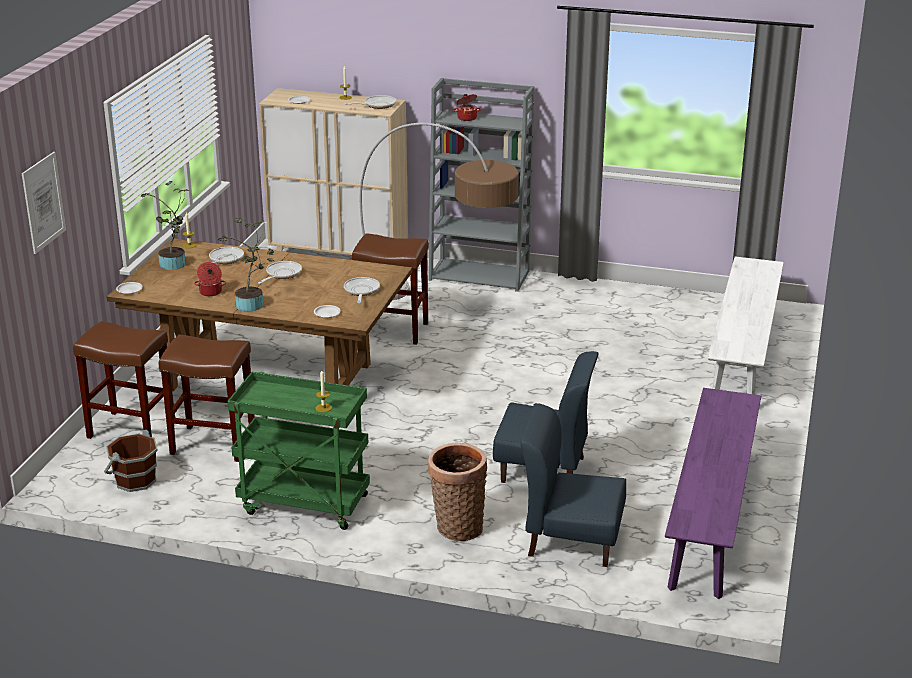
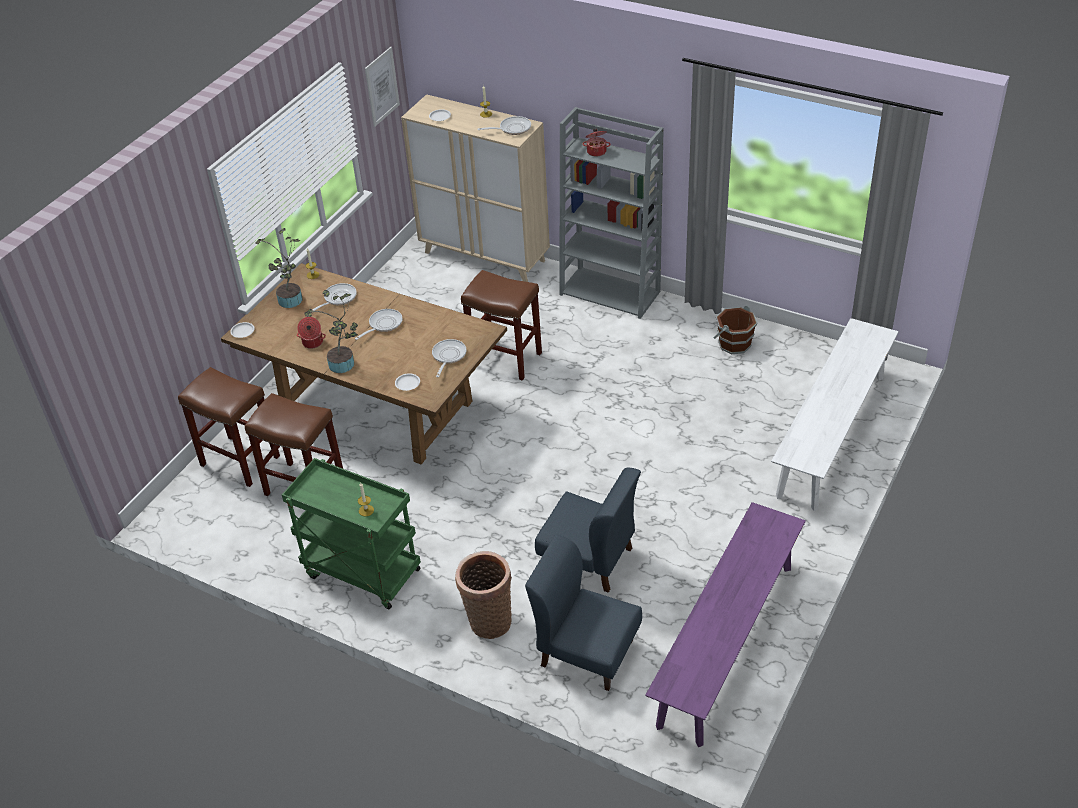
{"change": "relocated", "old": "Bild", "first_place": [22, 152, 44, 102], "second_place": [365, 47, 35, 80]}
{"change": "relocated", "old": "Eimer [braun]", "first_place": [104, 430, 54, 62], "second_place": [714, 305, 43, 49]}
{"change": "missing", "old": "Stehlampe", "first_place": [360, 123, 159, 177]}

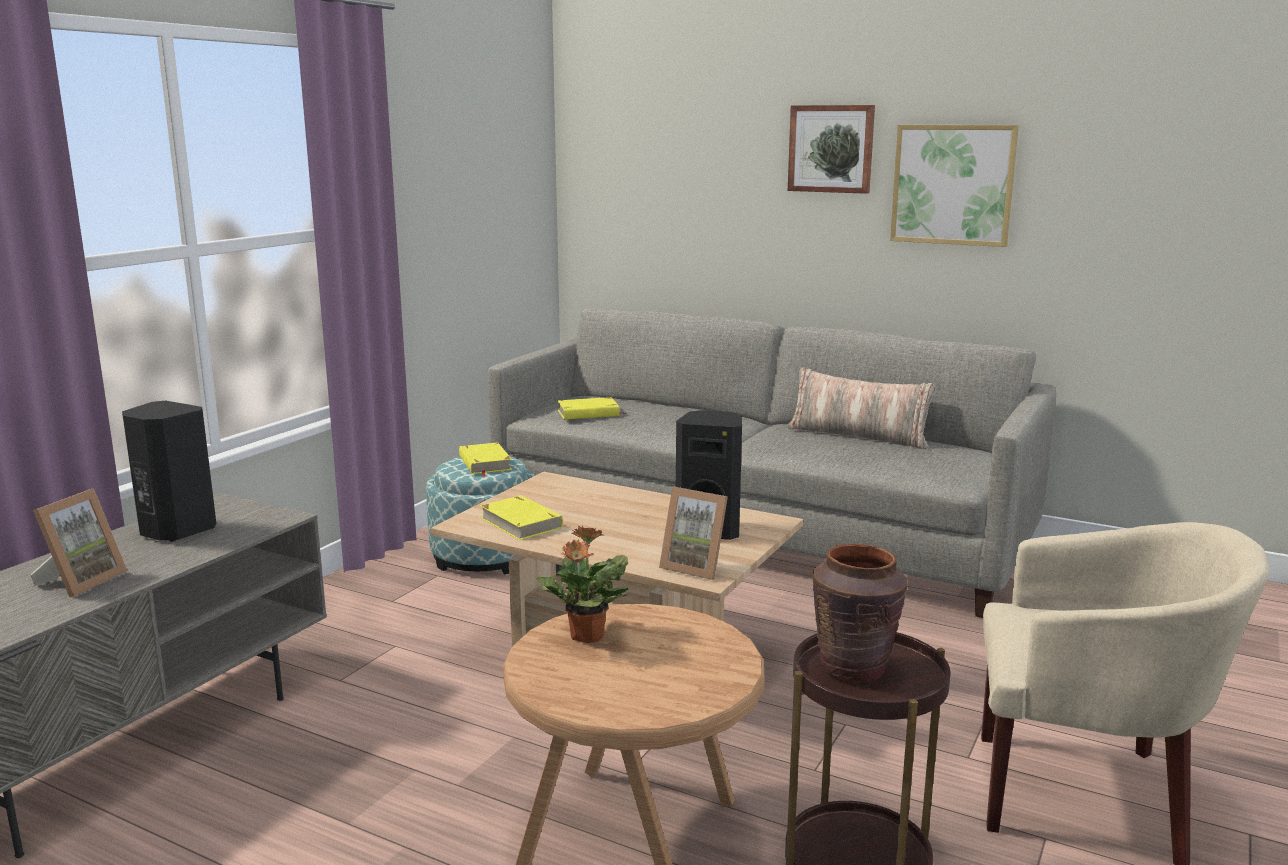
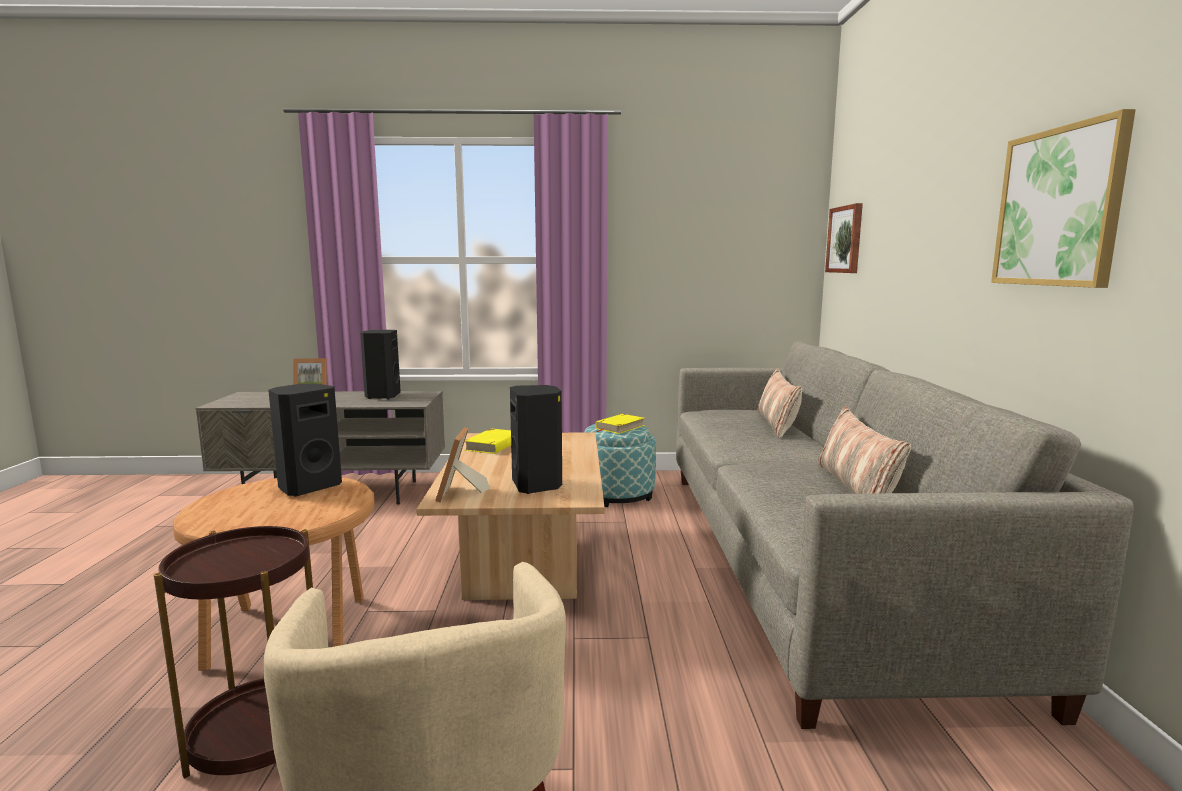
{"change": "exchanged", "old": "Topfpflanze", "new": "Lautsprecher [schwarz]", "first_place": [536, 526, 93, 117], "second_place": [268, 383, 74, 113]}
{"change": "missing", "old": "Buch [gelb]", "first_place": [558, 397, 69, 23]}
{"change": "relocated", "old": "Bild", "first_place": [788, 105, 87, 89], "second_place": [825, 203, 38, 70]}
{"change": "missing", "old": "Vase [braun]", "first_place": [813, 544, 95, 139]}
{"change": "appeared", "new": "Kissen", "second_place": [758, 369, 44, 70]}

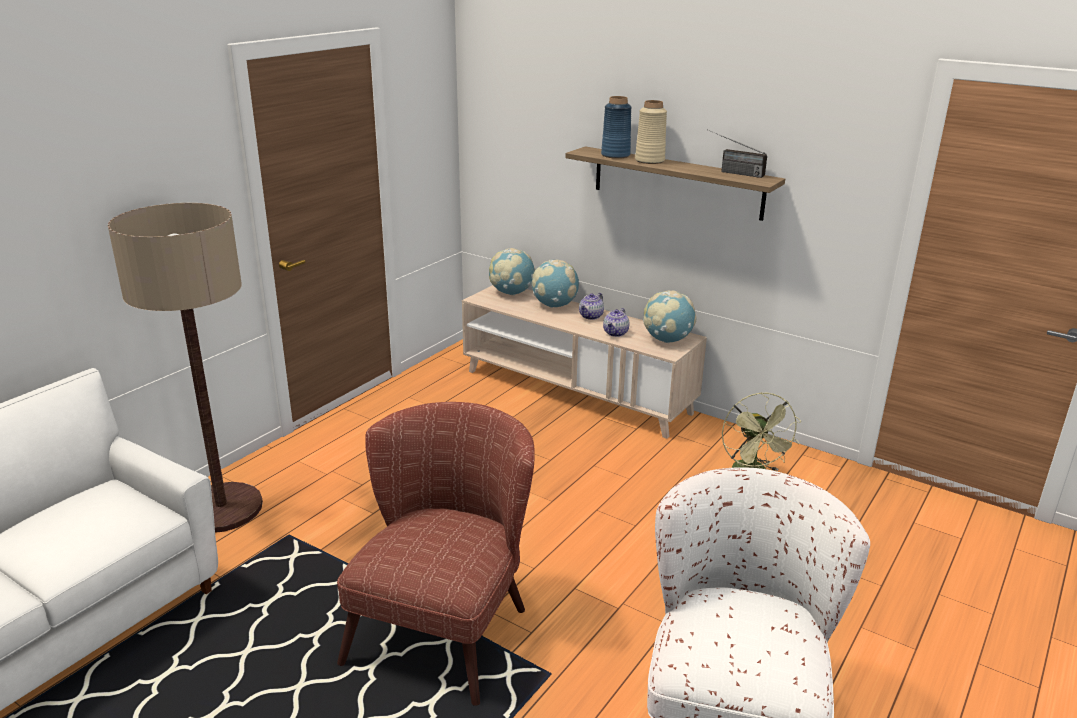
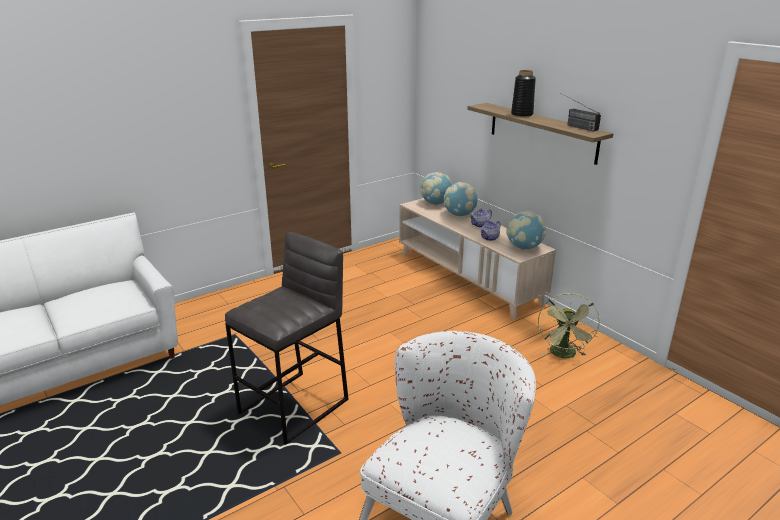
{"change": "missing", "old": "Stehlampe", "first_place": [108, 203, 155, 330]}
{"change": "exchanged", "old": "Sessel [braun]", "new": "Hocker [grau]", "first_place": [337, 402, 197, 304], "second_place": [225, 232, 124, 213]}
{"change": "missing", "old": "Vase [blau]", "first_place": [601, 96, 30, 63]}
{"change": "colour", "old": "Vase [beige]", "new": "Vase [schwarz]", "first_place": [635, 100, 32, 64], "second_place": [511, 70, 25, 47]}

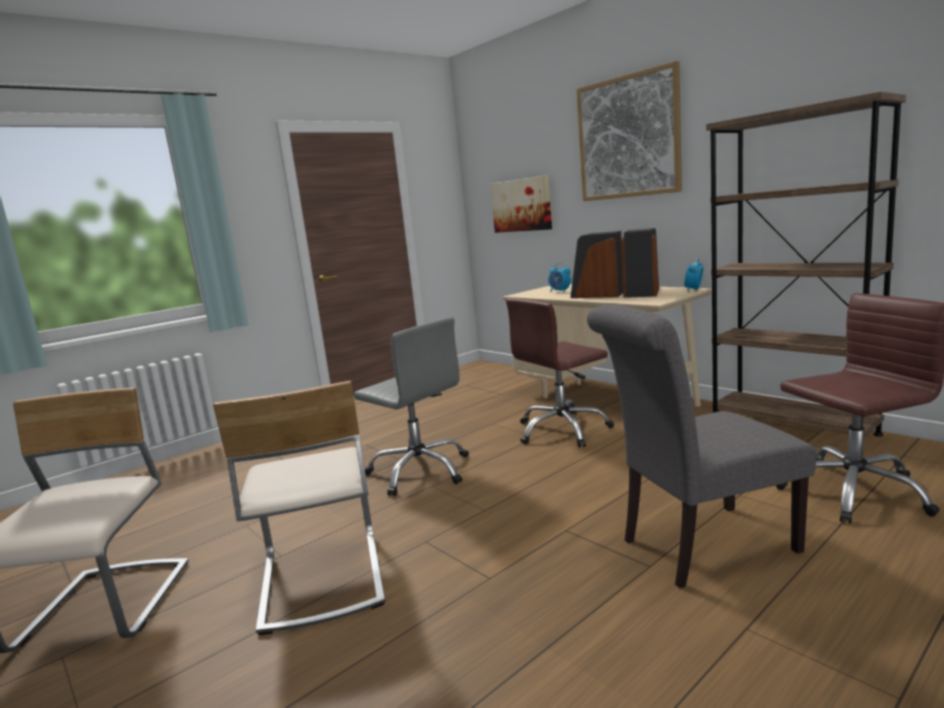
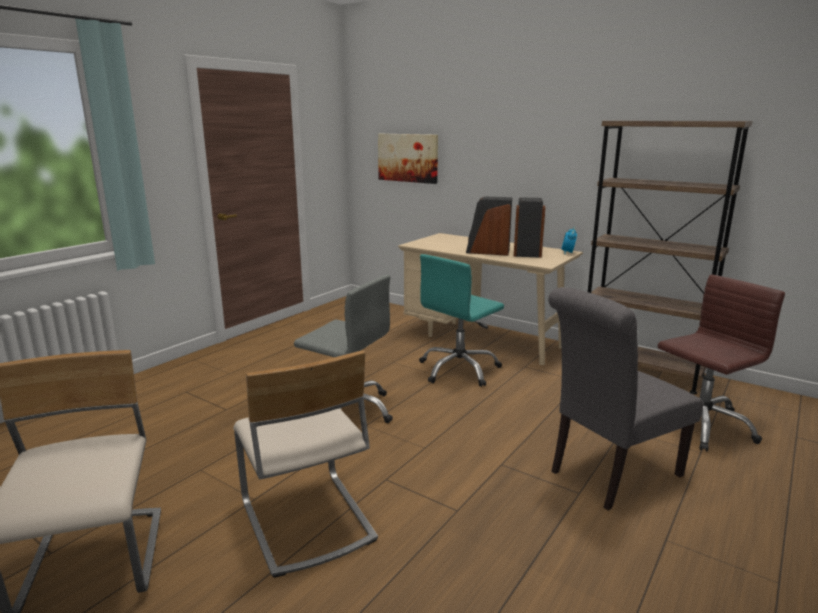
{"change": "colour", "old": "Bürostuhl [braun]", "new": "Bürostuhl [türkis]", "first_place": [506, 298, 108, 150], "second_place": [419, 254, 85, 133]}
{"change": "missing", "old": "Wecker", "first_place": [548, 263, 23, 29]}
{"change": "missing", "old": "Bild", "first_place": [577, 61, 105, 140]}

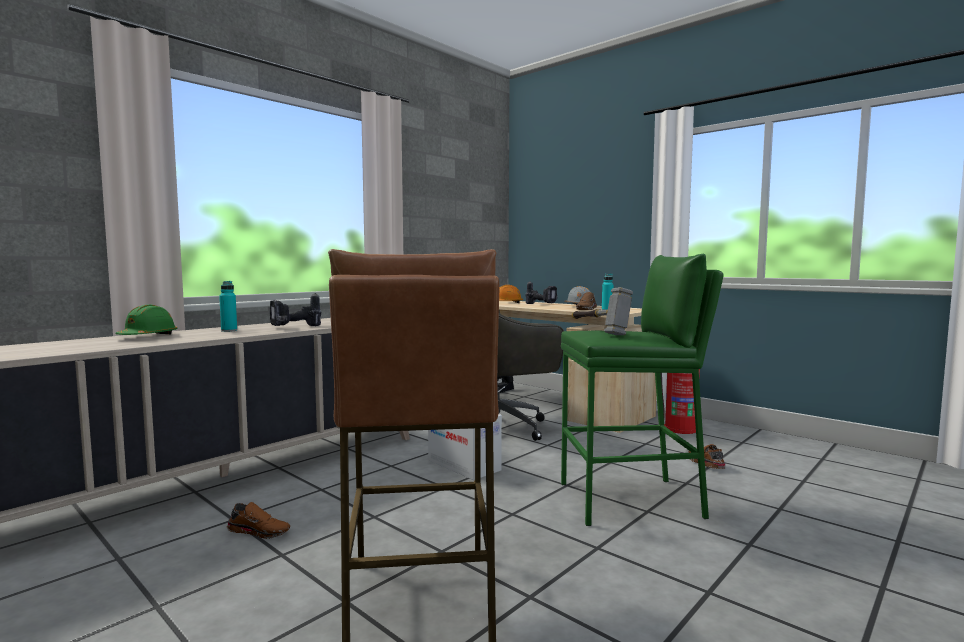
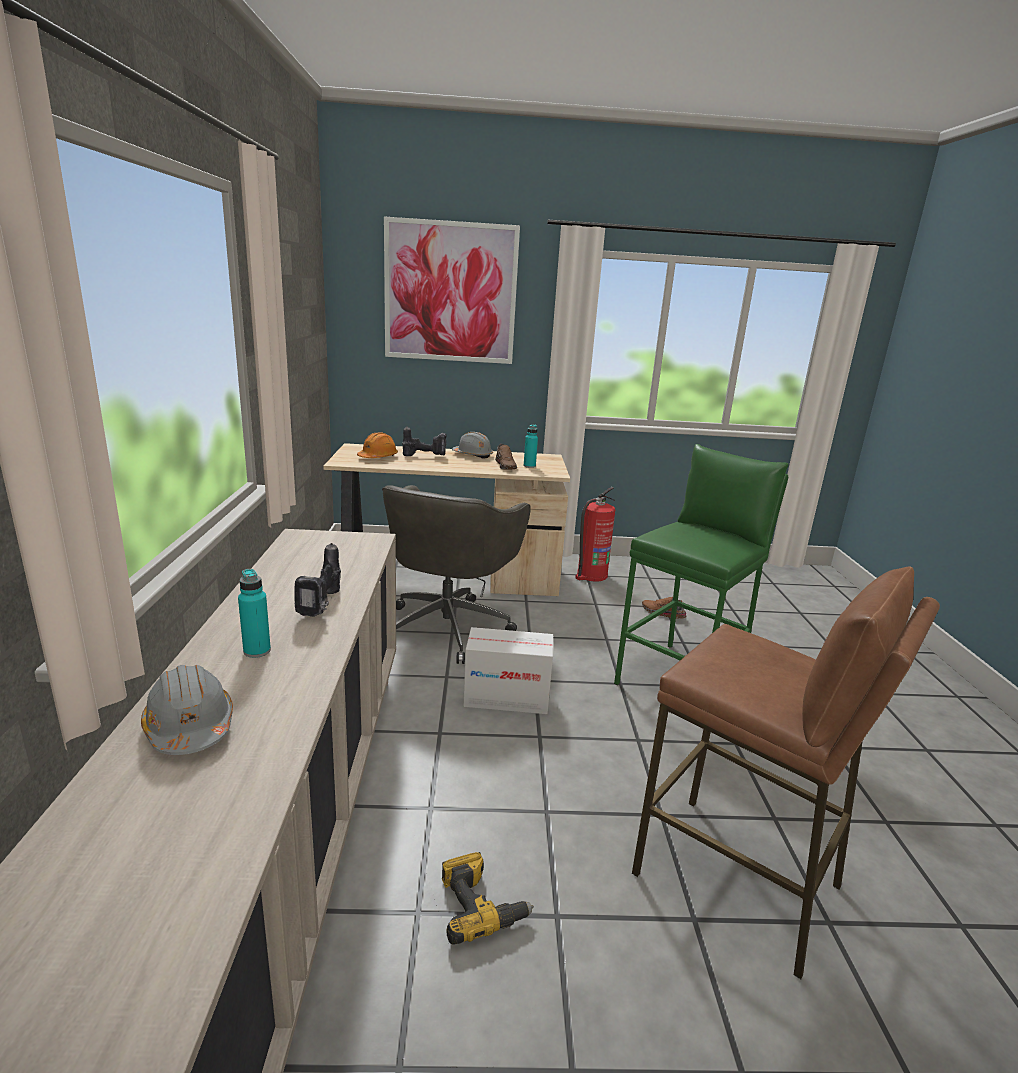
{"change": "colour", "old": "Schutzhelm [grün]", "new": "Schutzhelm [grau]", "first_place": [116, 304, 62, 31], "second_place": [141, 665, 92, 90]}
{"change": "exchanged", "old": "Schuh [braun]", "new": "Bohrmaschine", "first_place": [227, 502, 63, 37], "second_place": [442, 852, 92, 93]}
{"change": "missing", "old": "Hammer", "first_place": [572, 287, 61, 48]}
{"change": "appeared", "new": "Bild", "second_place": [384, 216, 136, 148]}

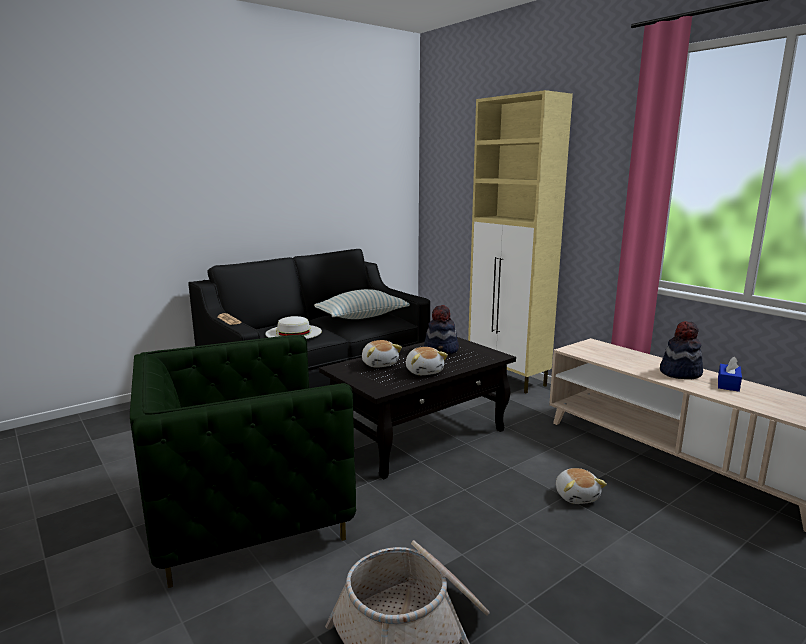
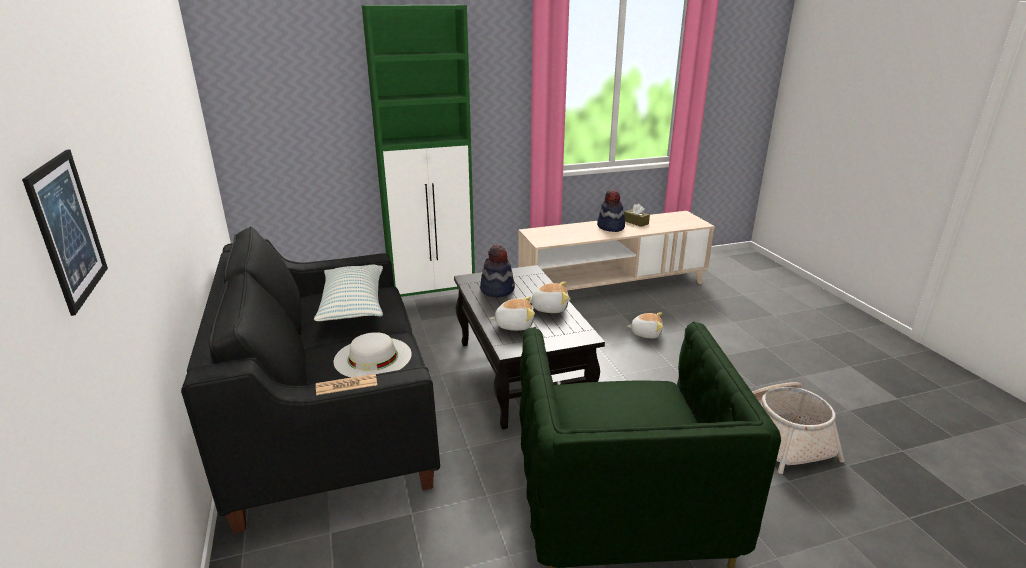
{"change": "colour", "old": "Schrank [beige]", "new": "Schrank [grün]", "first_place": [468, 90, 105, 303], "second_place": [362, 5, 113, 292]}
{"change": "colour", "old": "Taschentuchbox [blau]", "new": "Taschentuchbox [braun]", "first_place": [718, 357, 24, 35], "second_place": [624, 204, 26, 23]}
{"change": "appeared", "new": "Bild", "second_place": [22, 150, 86, 166]}

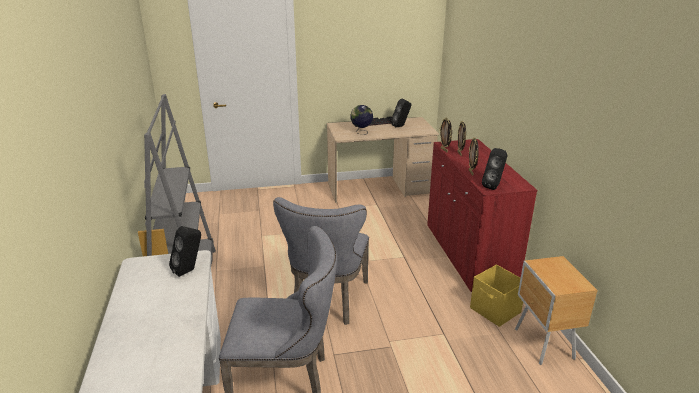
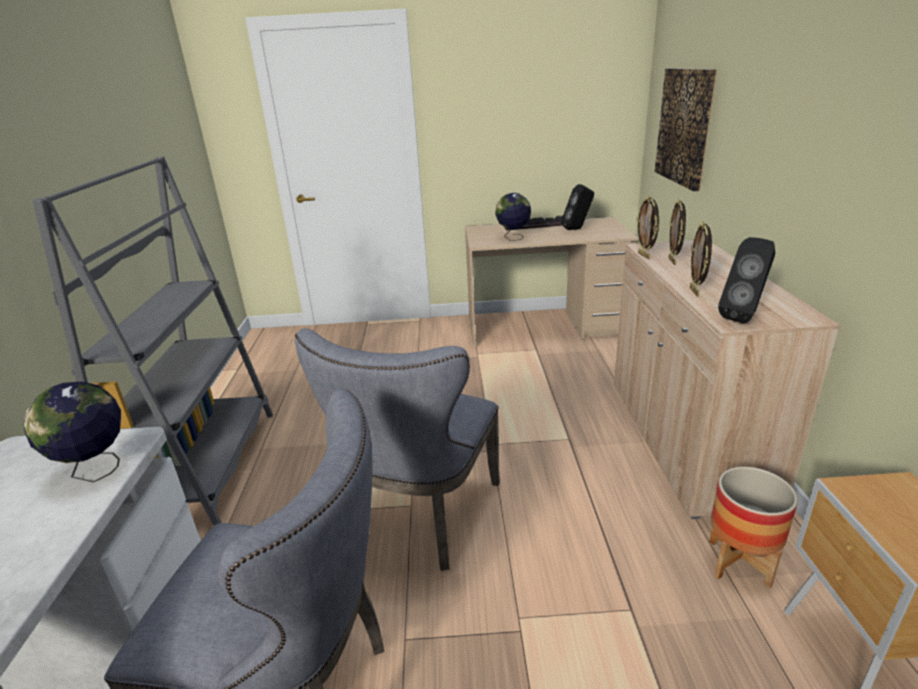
{"change": "exchanged", "old": "Lautsprecher [schwarz]", "new": "Globus", "first_place": [169, 226, 32, 51], "second_place": [24, 382, 97, 100]}
{"change": "colour", "old": "Schrank [rot]", "new": "Schrank [beige]", "first_place": [427, 139, 110, 153], "second_place": [614, 240, 226, 279]}
{"change": "exchanged", "old": "Aufbewahrungsbox [gelb]", "new": "Pflanzkübel", "first_place": [470, 265, 53, 62], "second_place": [709, 467, 89, 121]}
{"change": "appeared", "new": "Bild", "second_place": [655, 68, 62, 123]}

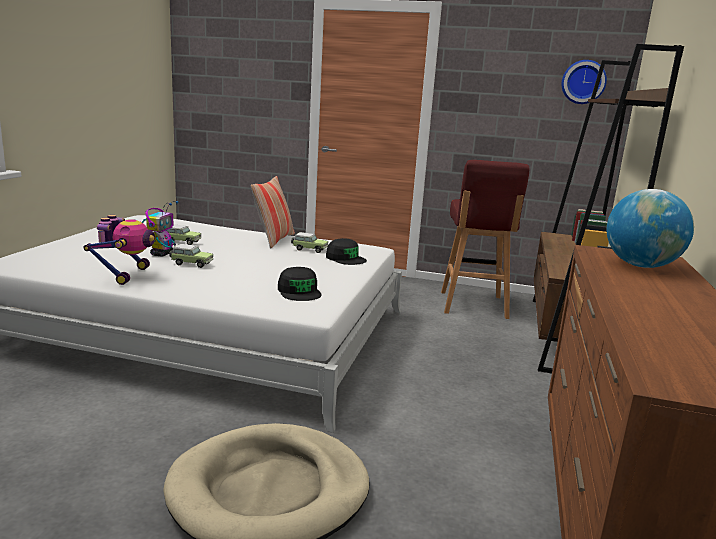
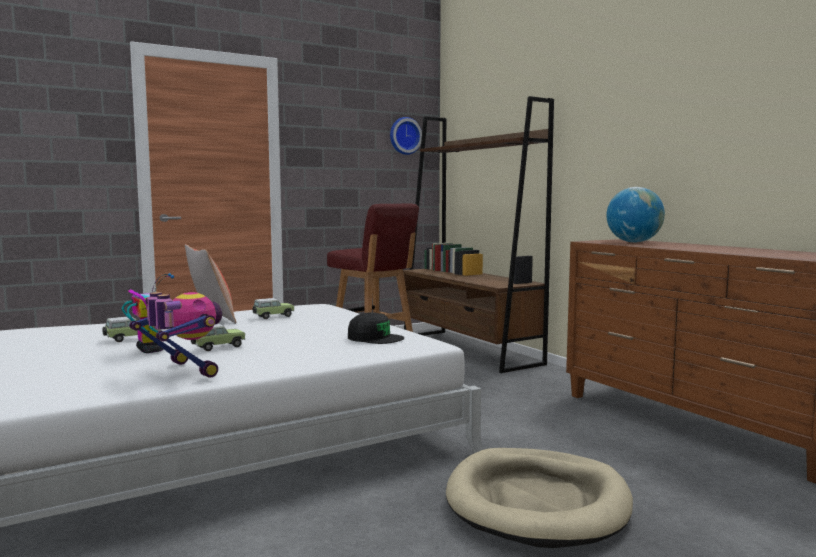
{"change": "missing", "old": "Kappe [schwarz]", "first_place": [326, 238, 41, 27]}

